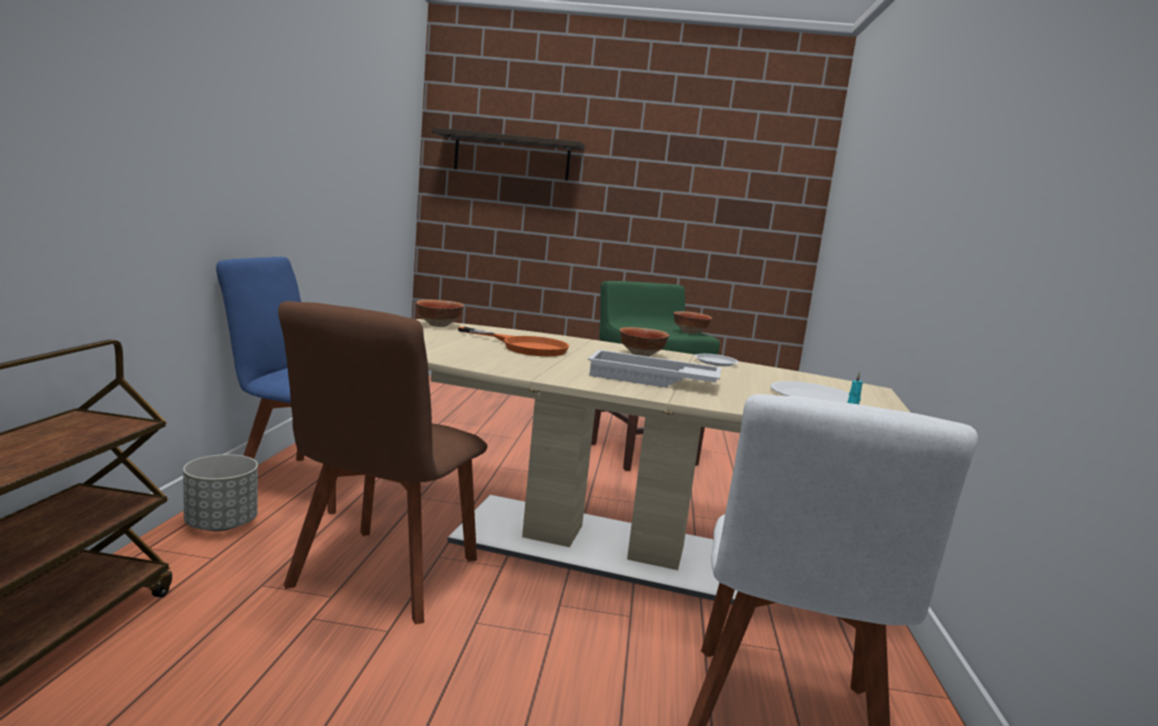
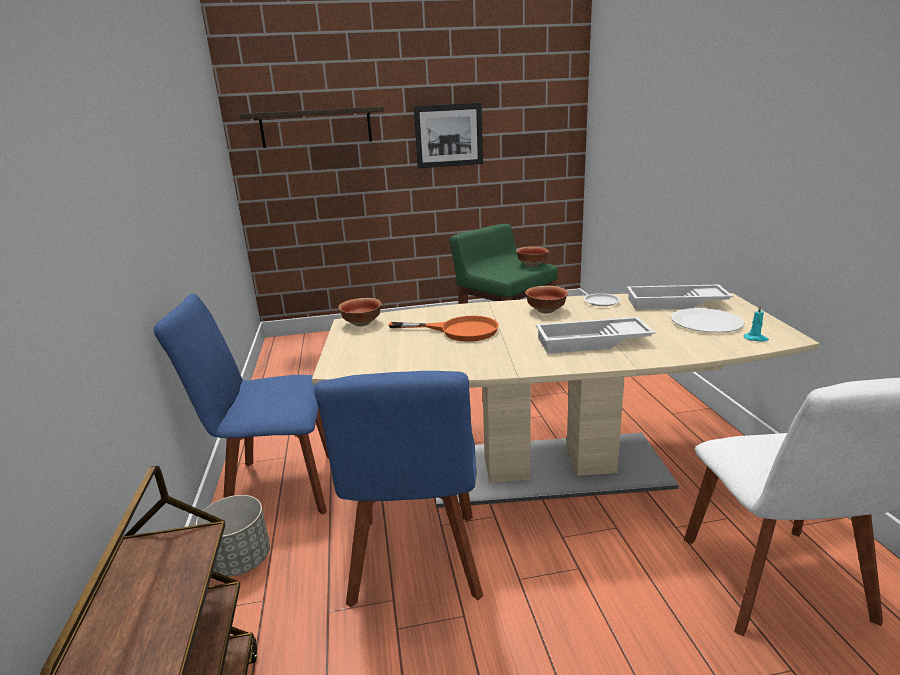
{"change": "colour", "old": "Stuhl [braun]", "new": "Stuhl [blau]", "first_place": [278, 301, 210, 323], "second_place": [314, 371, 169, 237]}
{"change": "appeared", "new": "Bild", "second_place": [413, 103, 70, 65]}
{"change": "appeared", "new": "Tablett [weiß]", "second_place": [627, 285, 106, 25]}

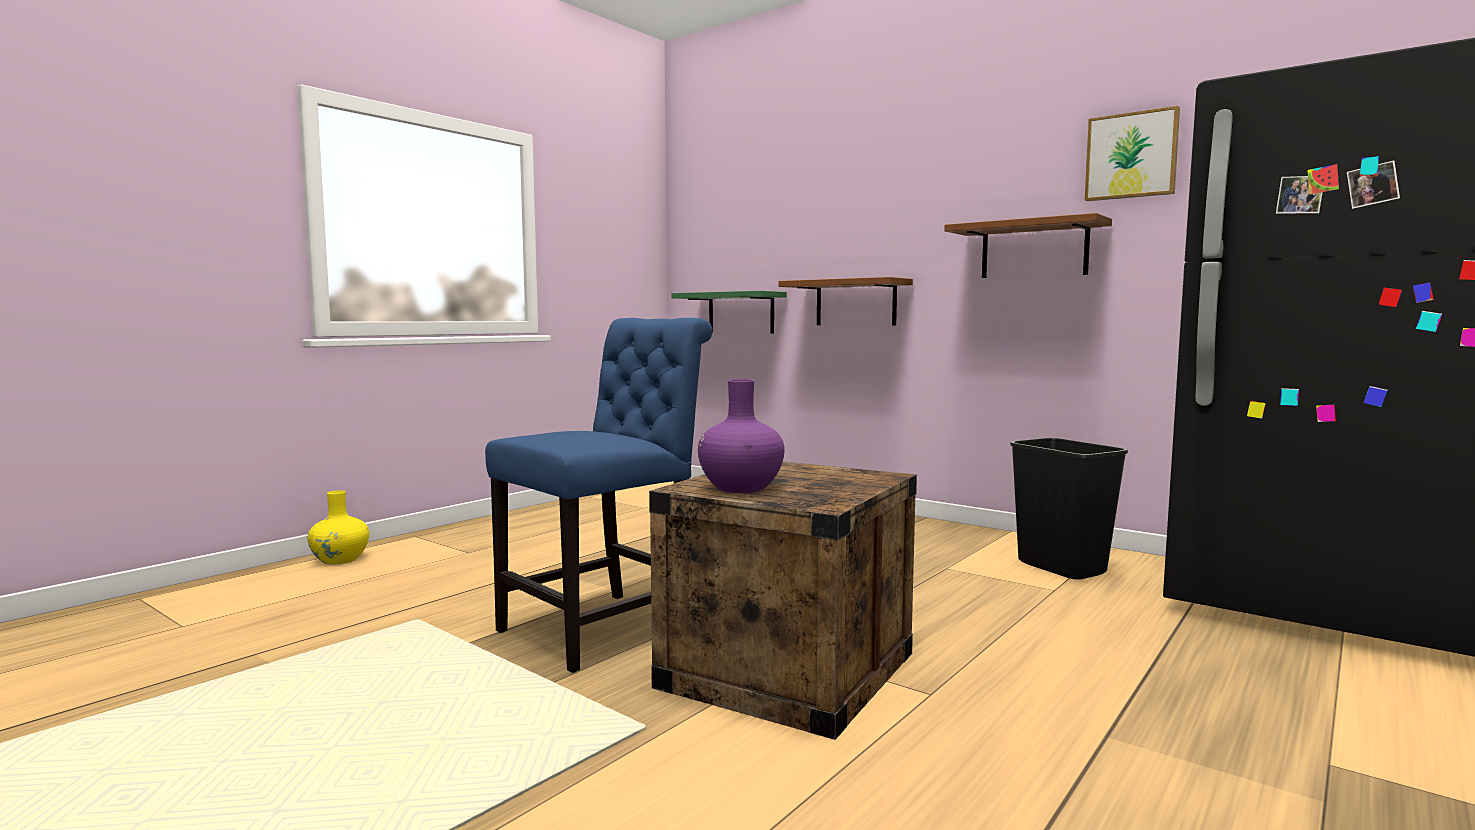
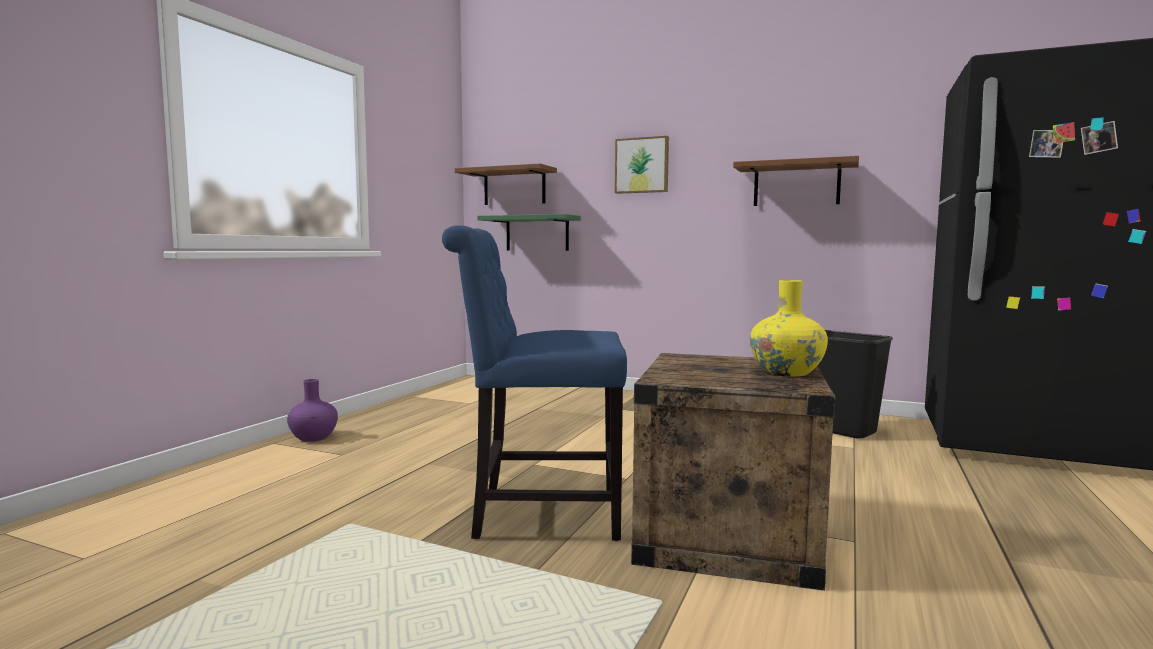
{"change": "relocated", "old": "Vase [gelb]", "first_place": [308, 490, 61, 74], "second_place": [750, 280, 78, 96]}
{"change": "spun", "old": "Stuhl [blau]", "first_place": [485, 318, 227, 355], "second_place": [442, 225, 185, 316], "degrees": -120}
{"change": "relocated", "old": "Vase [lila]", "first_place": [698, 379, 87, 114], "second_place": [287, 379, 51, 63]}
{"change": "relocated", "old": "Wandregal [braun]", "first_place": [778, 277, 135, 49], "second_place": [455, 163, 102, 42]}
{"change": "relocated", "old": "Bild", "first_place": [1085, 106, 95, 95], "second_place": [615, 136, 54, 58]}

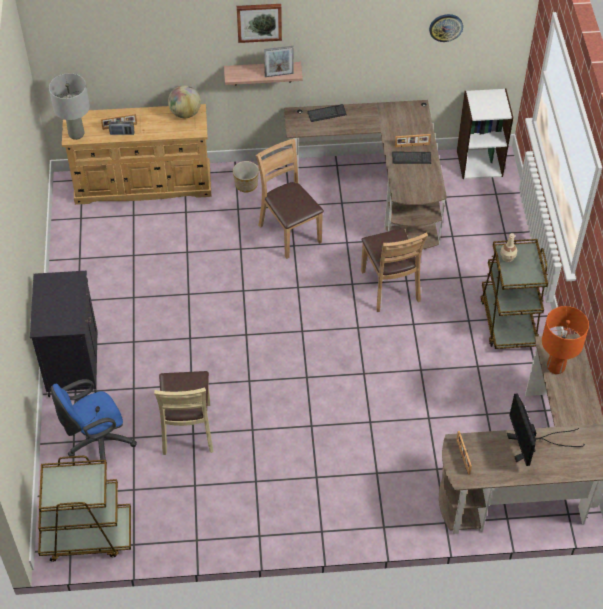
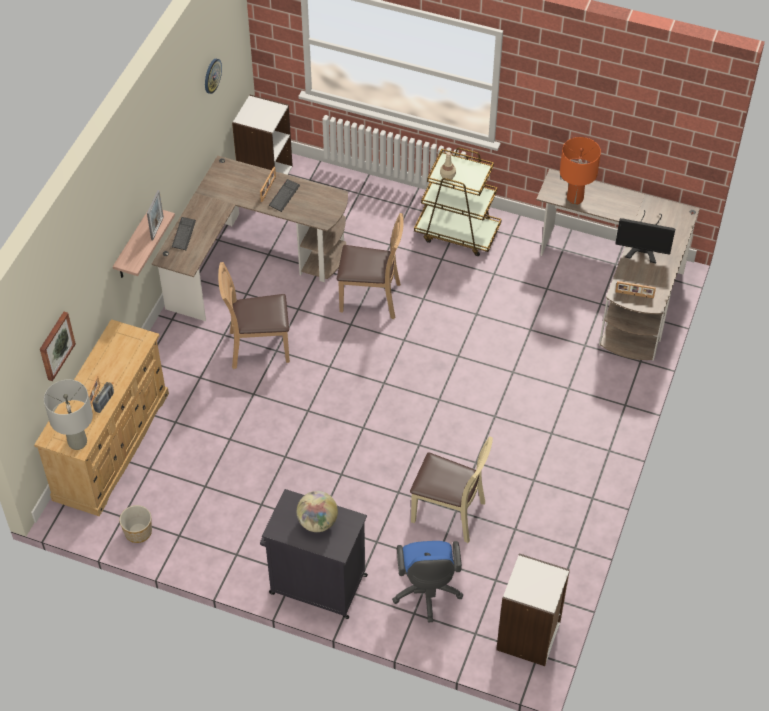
{"change": "exchanged", "old": "Rollwagen [braun]", "new": "Bücherregal [weiß]", "first_place": [38, 456, 93, 106], "second_place": [496, 553, 74, 113]}
{"change": "relocated", "old": "Globus", "first_place": [168, 85, 33, 33], "second_place": [297, 491, 41, 41]}
{"change": "relocated", "old": "Pflanzkübel", "first_place": [233, 161, 26, 31], "second_place": [119, 505, 33, 38]}
{"change": "relocated", "old": "Bild", "first_place": [237, 4, 45, 39], "second_place": [40, 312, 36, 69]}

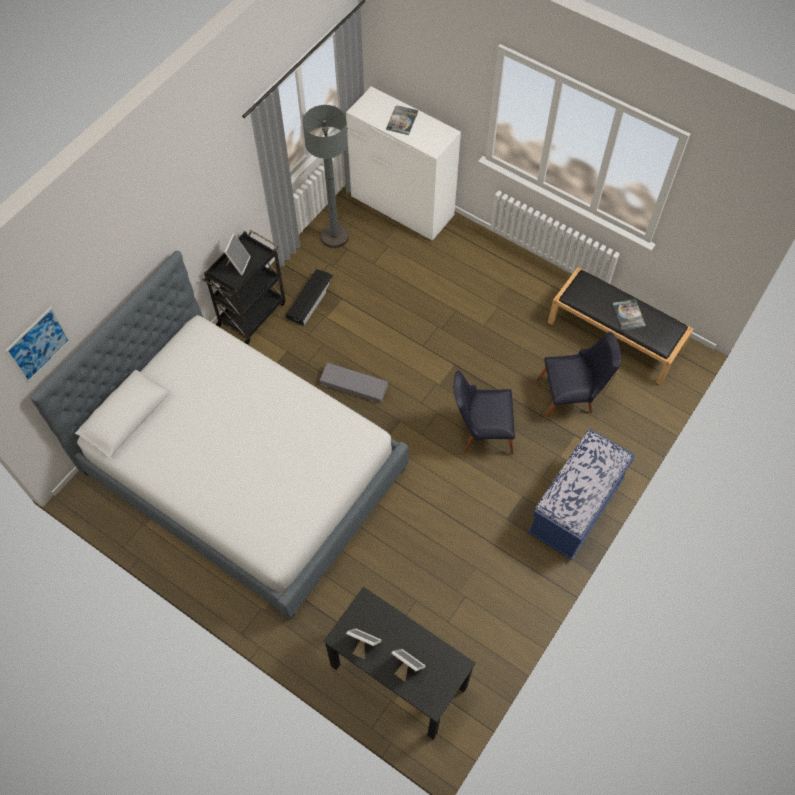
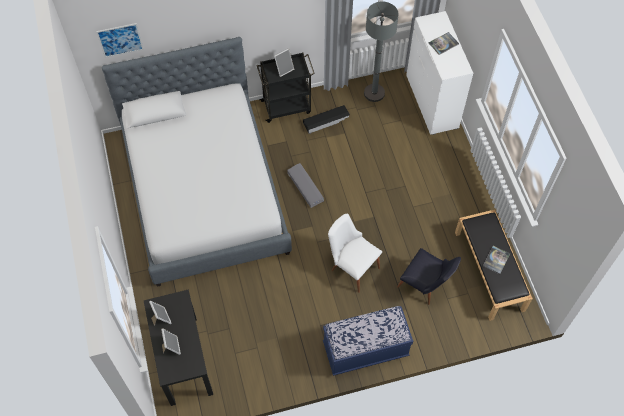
{"change": "colour", "old": "Stuhl [schwarz]", "new": "Stuhl [weiß]", "first_place": [453, 370, 62, 85], "second_place": [328, 214, 54, 79]}

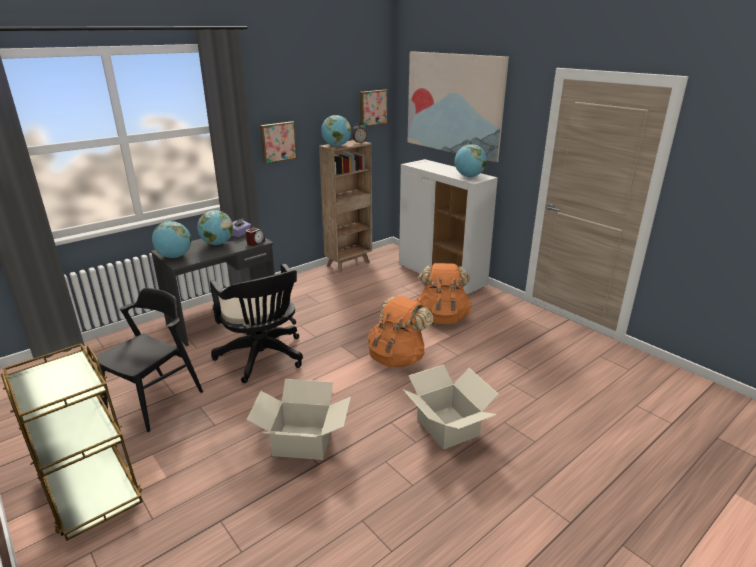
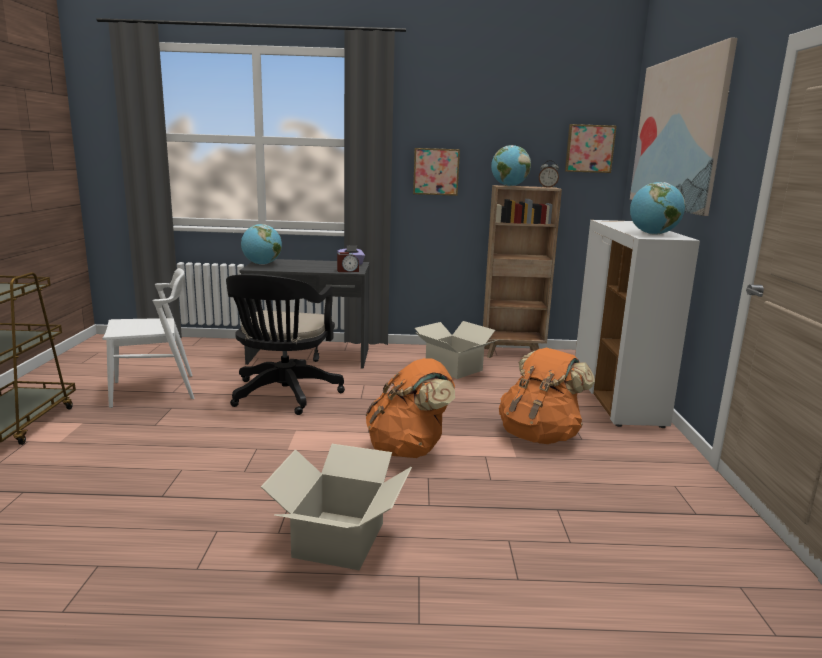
{"change": "colour", "old": "Stuhl [schwarz]", "new": "Stuhl [weiß]", "first_place": [93, 288, 110, 144], "second_place": [102, 268, 92, 140]}
{"change": "missing", "old": "Globus", "first_place": [197, 210, 36, 35]}
{"change": "relocated", "old": "Karton", "first_place": [246, 379, 105, 81], "second_place": [415, 321, 83, 58]}

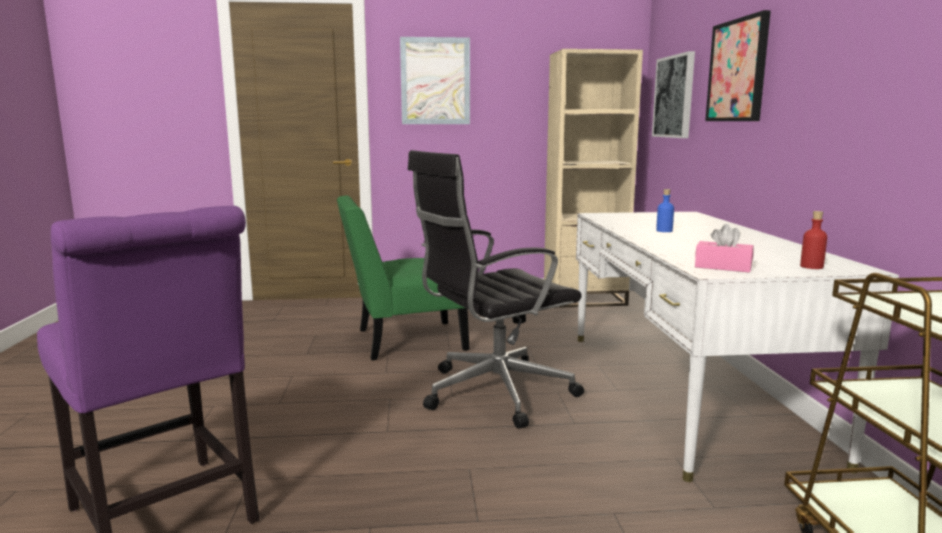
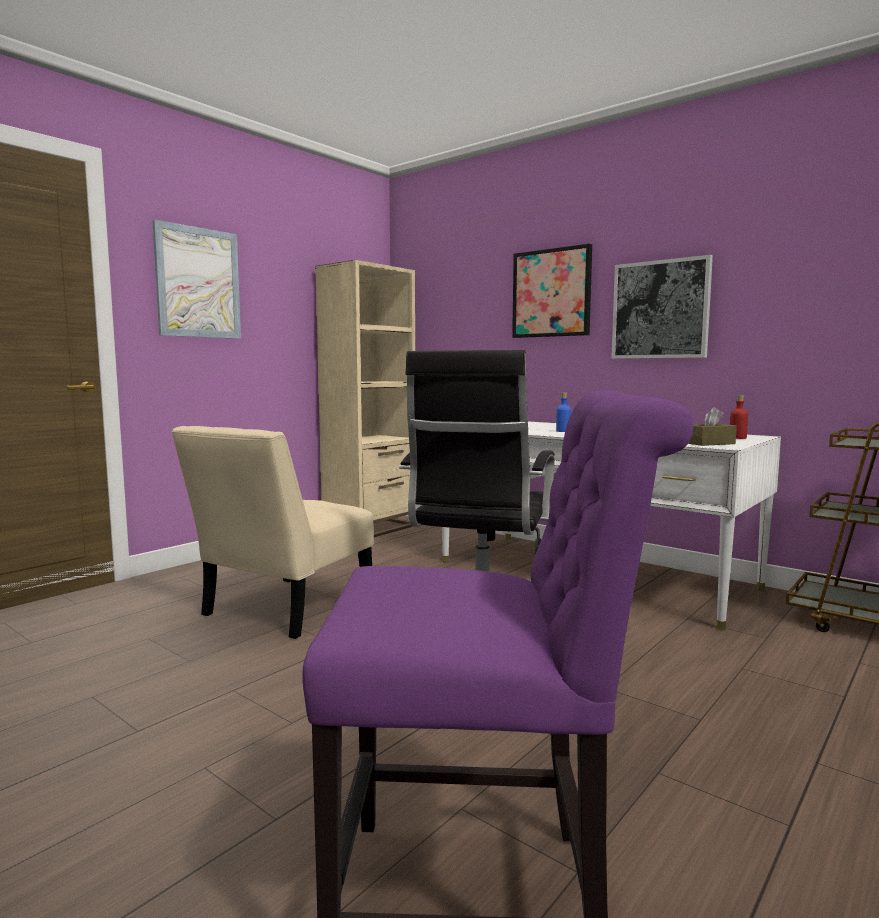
{"change": "colour", "old": "Stuhl [grün]", "new": "Stuhl [beige]", "first_place": [337, 196, 133, 164], "second_place": [172, 426, 202, 213]}
{"change": "relocated", "old": "Bild", "first_place": [652, 51, 43, 87], "second_place": [612, 255, 101, 104]}
{"change": "colour", "old": "Taschentuchbox [rosa]", "new": "Taschentuchbox [braun]", "first_place": [695, 224, 59, 49], "second_place": [688, 407, 49, 39]}

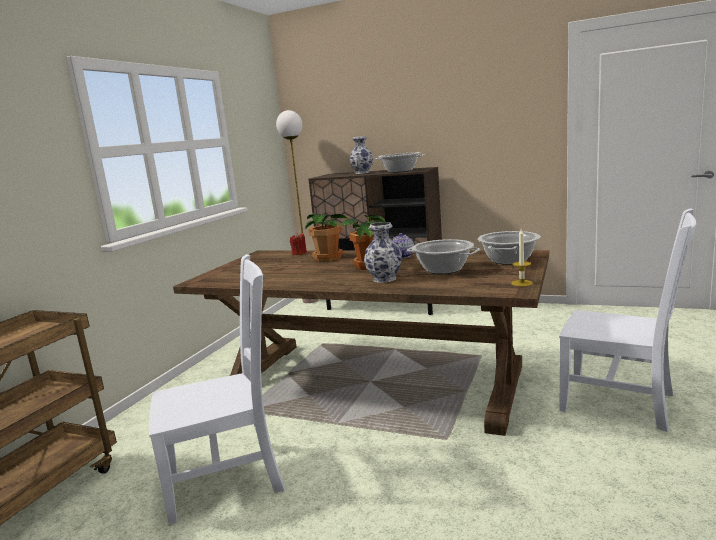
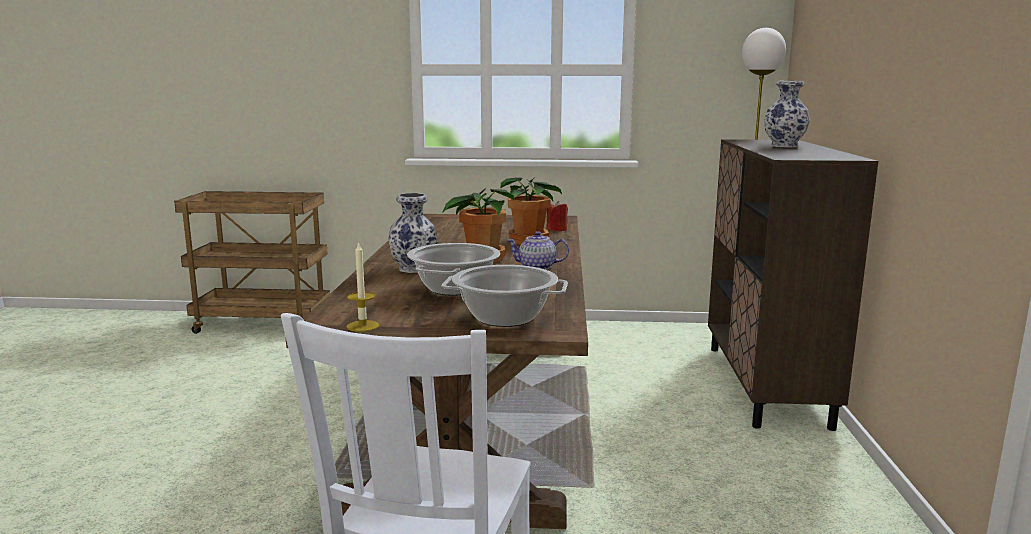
{"change": "missing", "old": "Stuhl [weiß]", "first_place": [149, 254, 136, 271]}
{"change": "missing", "old": "Kochtopf", "first_place": [374, 152, 50, 21]}

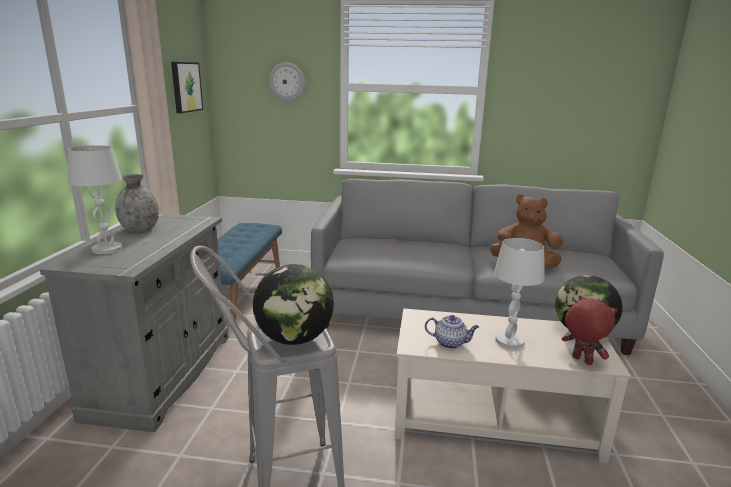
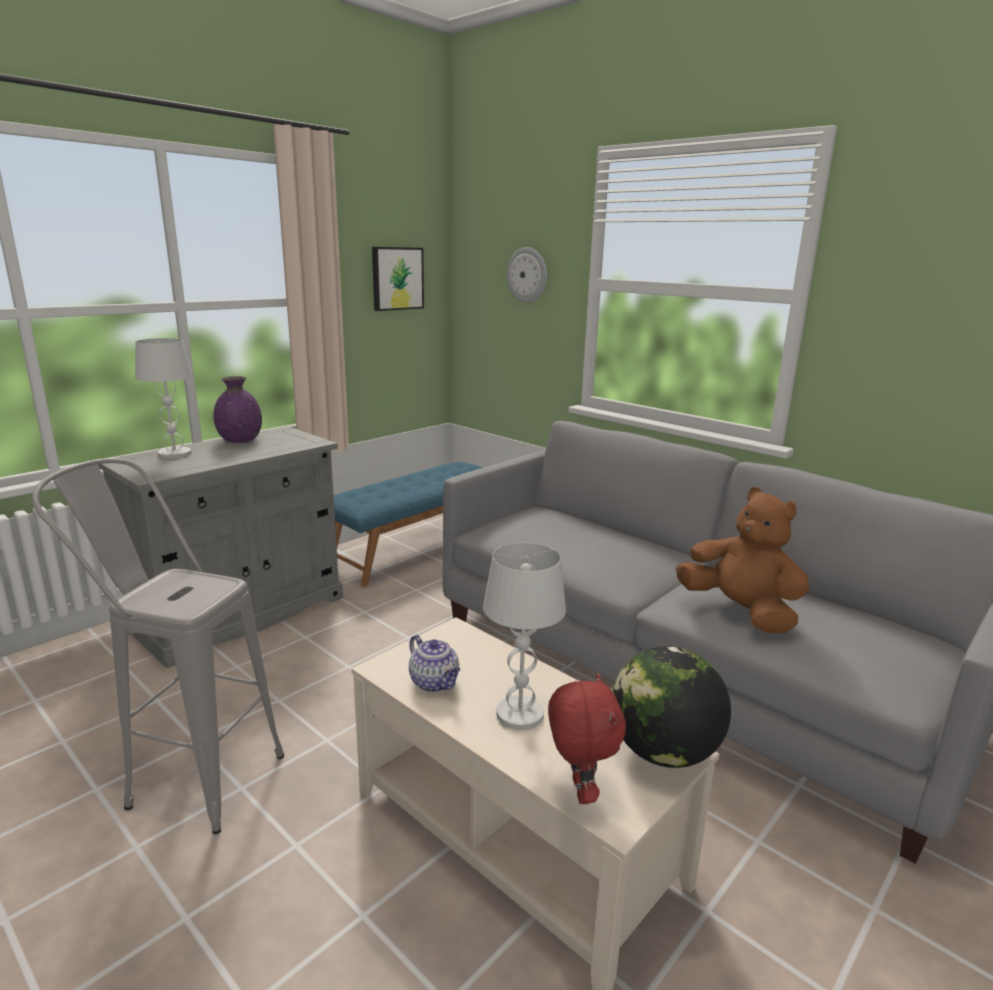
{"change": "colour", "old": "Vase [grau]", "new": "Vase [lila]", "first_place": [115, 174, 44, 58], "second_place": [213, 376, 49, 67]}
{"change": "missing", "old": "Globus", "first_place": [253, 264, 81, 81]}

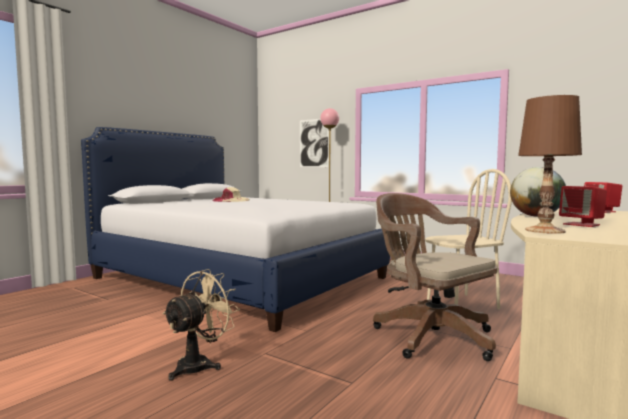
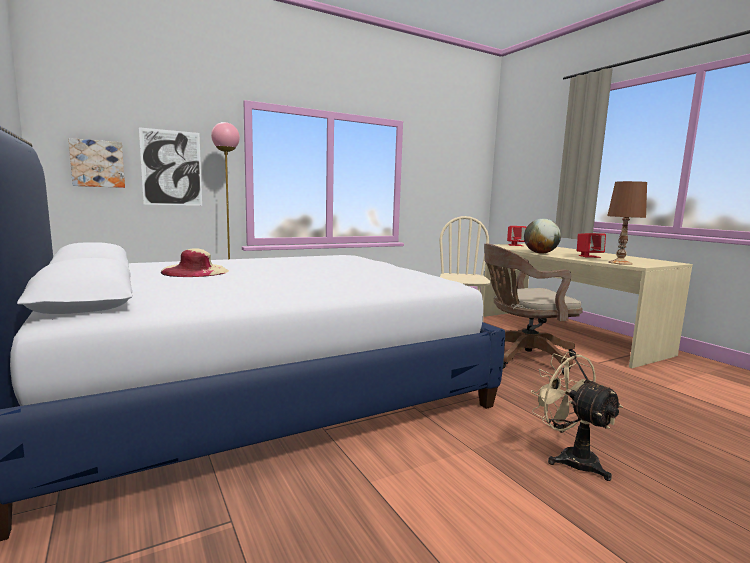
{"change": "appeared", "new": "Bild", "second_place": [68, 138, 57, 50]}

